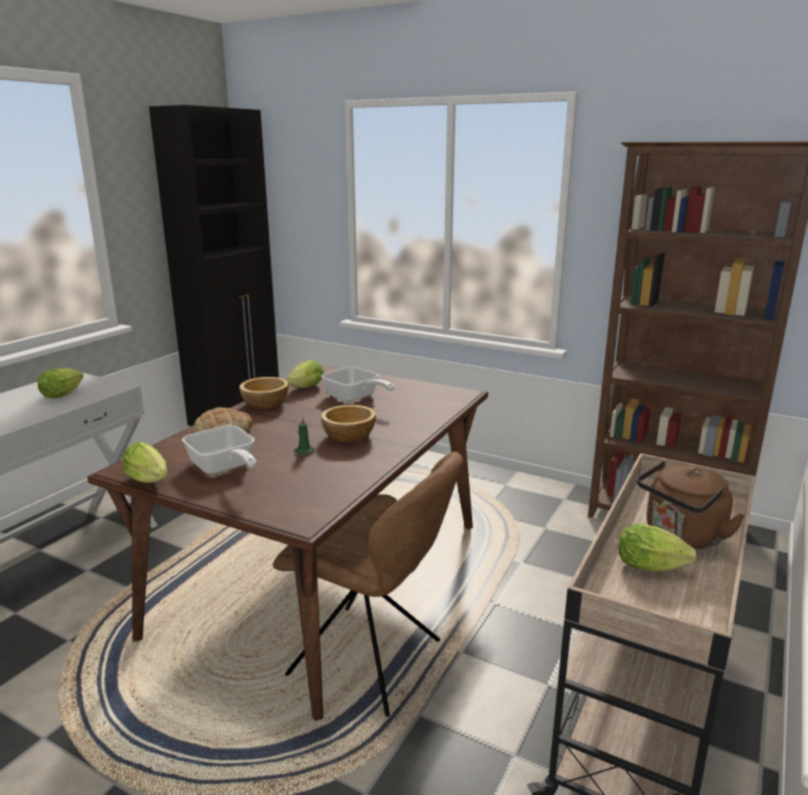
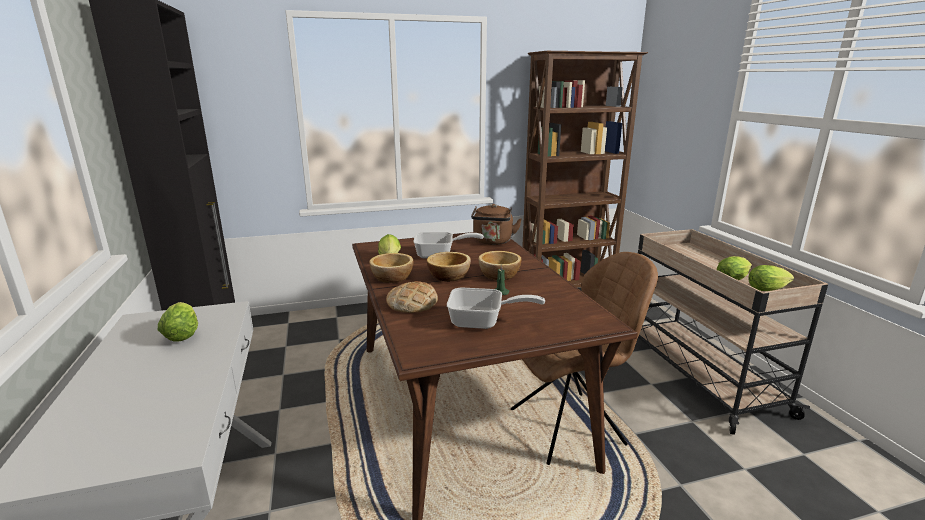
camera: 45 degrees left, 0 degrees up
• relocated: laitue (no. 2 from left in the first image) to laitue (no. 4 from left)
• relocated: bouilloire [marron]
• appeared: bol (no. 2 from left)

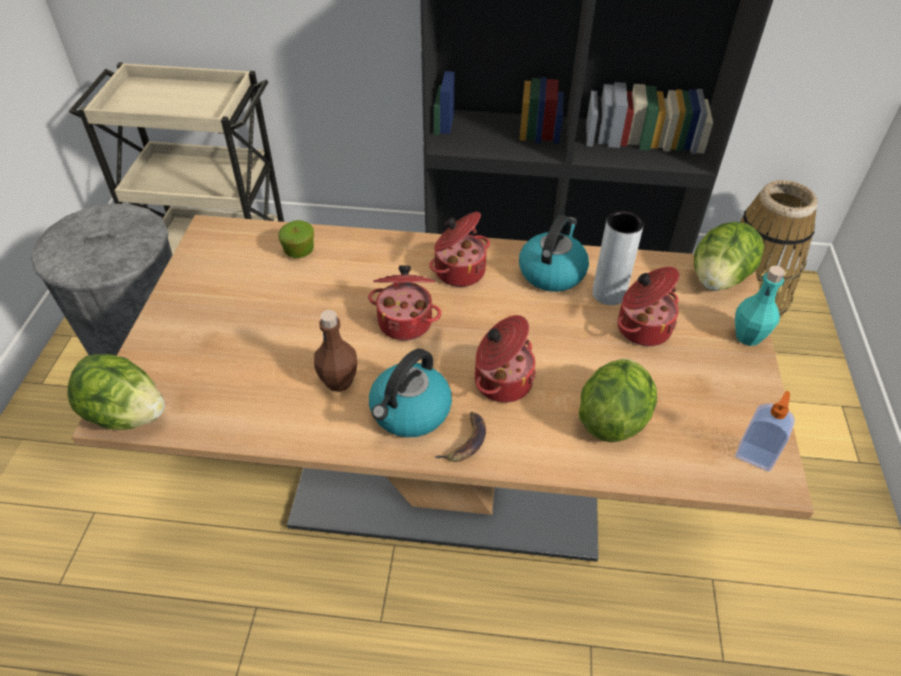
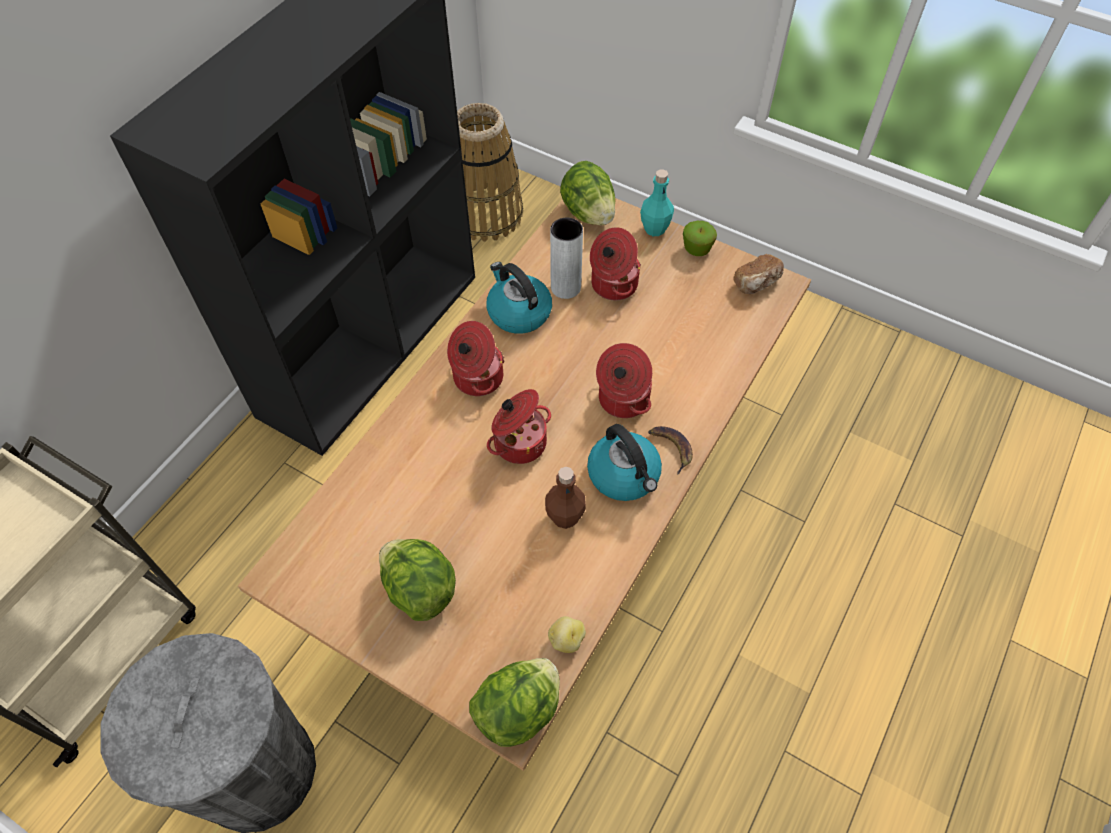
camera: 65 degrees left, 10 degrees up
• relocated: pomme
• relocated: laitue (no. 2 from left in the first image) to laitue (no. 1 from left)
• exchanged: distributeur de savon to pain
• appeared: pomme de terre

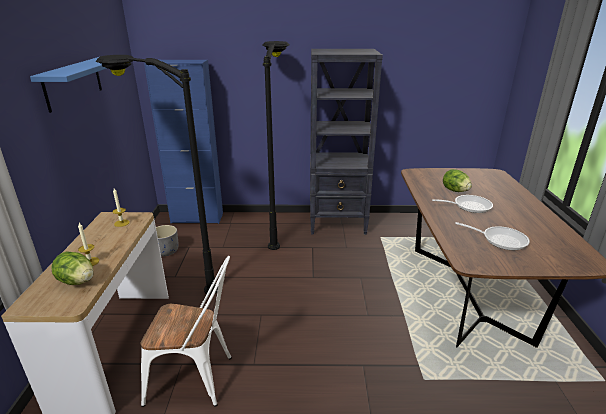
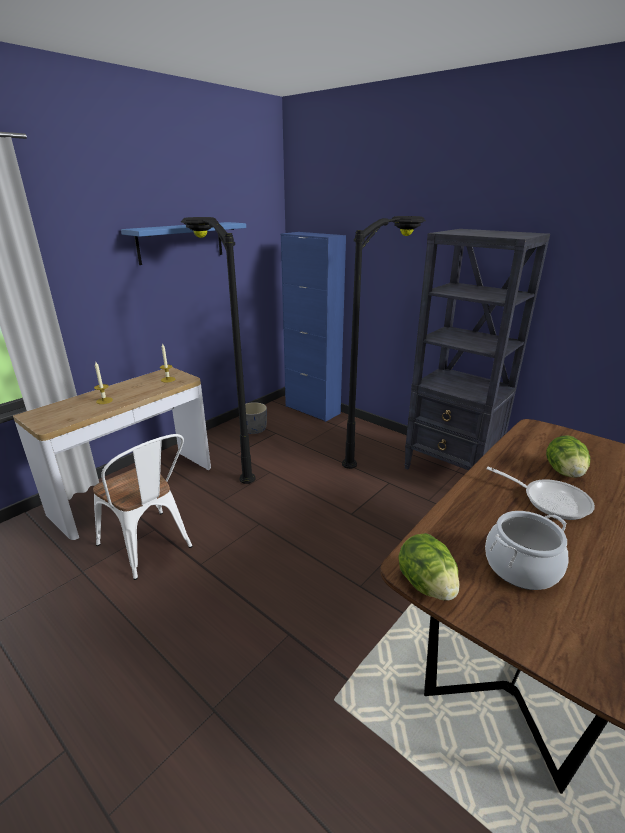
camera: 40 degrees right, 0 degrees up
• relocated: laitue (no. 1 from left)
• exchanged: poêle (no. 2 from left) to marmite

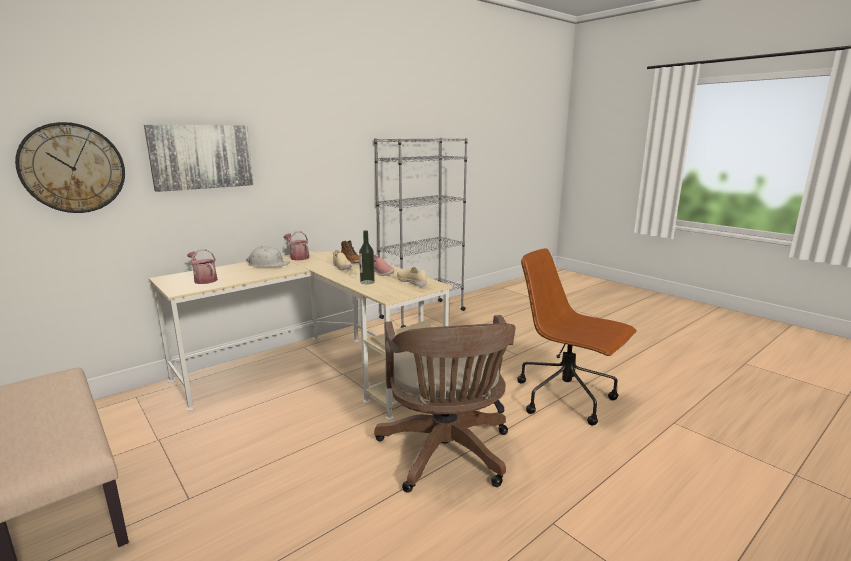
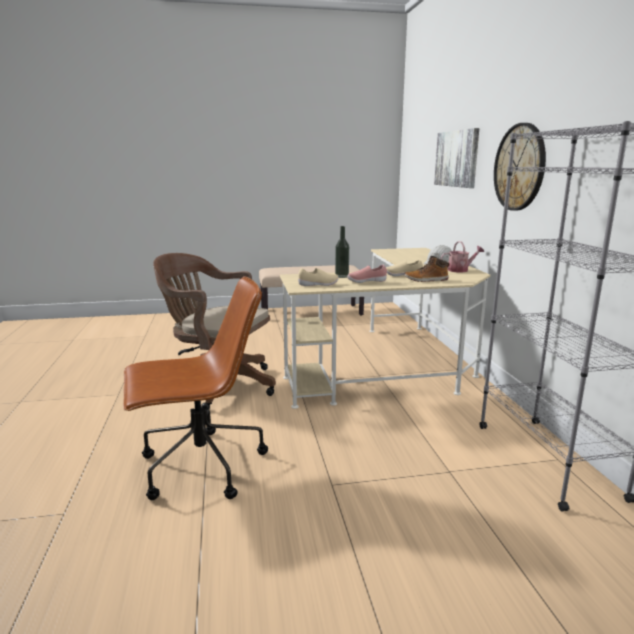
camera: 120 degrees right, 0 degrees up
• relocated: horloge murale
• missing: arrosoir (no. 1 from left)

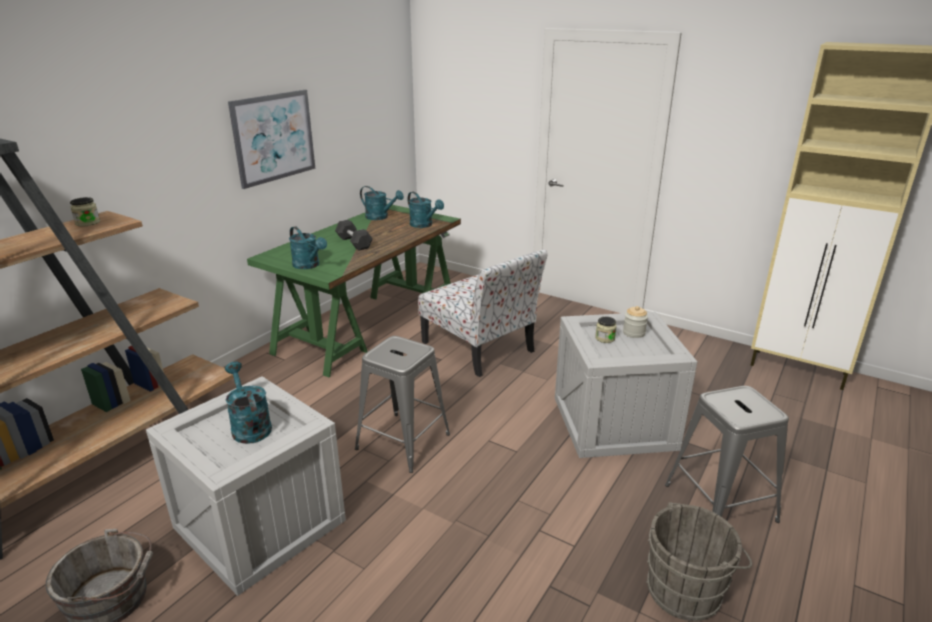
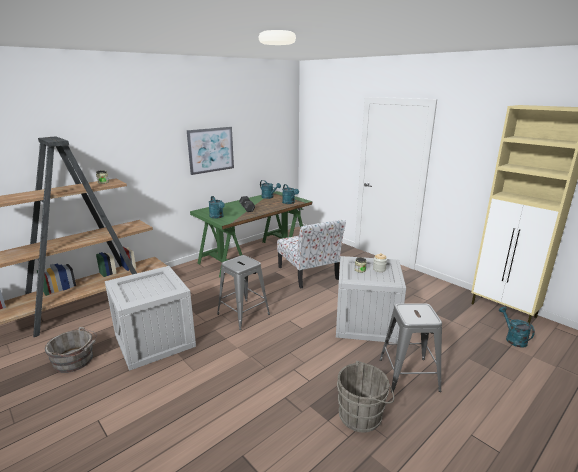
camera: 15 degrees right, 5 degrees down
• relocated: arrosoir [turquoise] (no. 1 from left in the first image) to arrosoir [turquoise] (no. 4 from left)

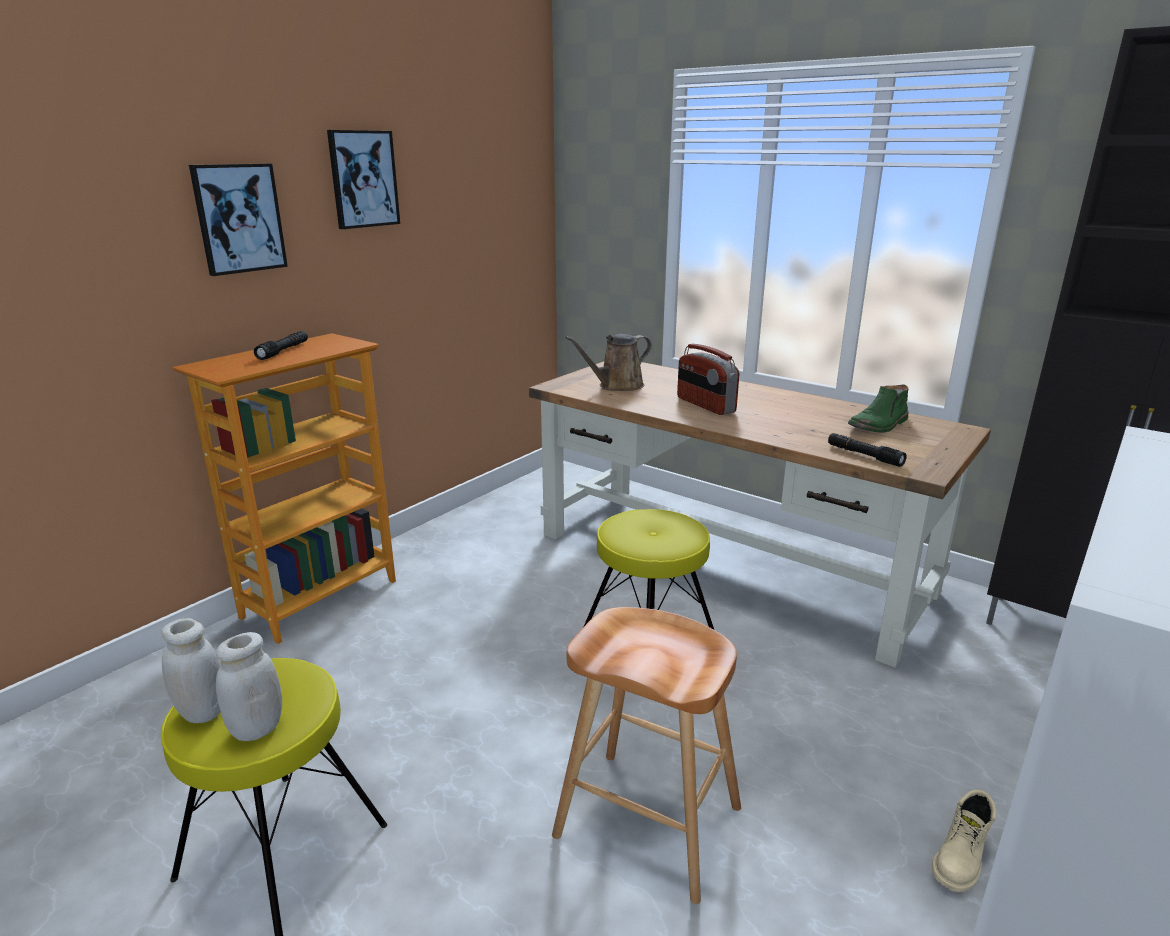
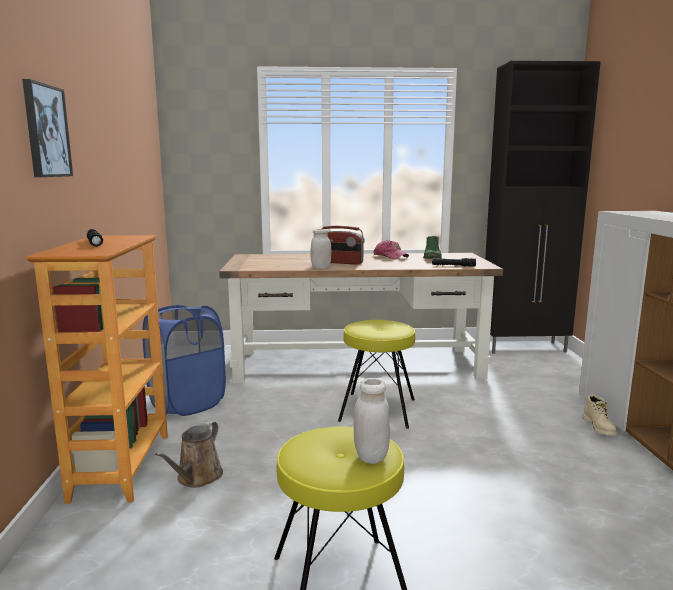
camera: 40 degrees left, 10 degrees down
• relocated: bocal [blanc] (no. 1 from left)
• missing: tableau (no. 2 from left)
• missing: tabouret [marron]
• relocated: arrosoir [marron]
• appeared: panier à linge [bleu]
• appeared: casquette

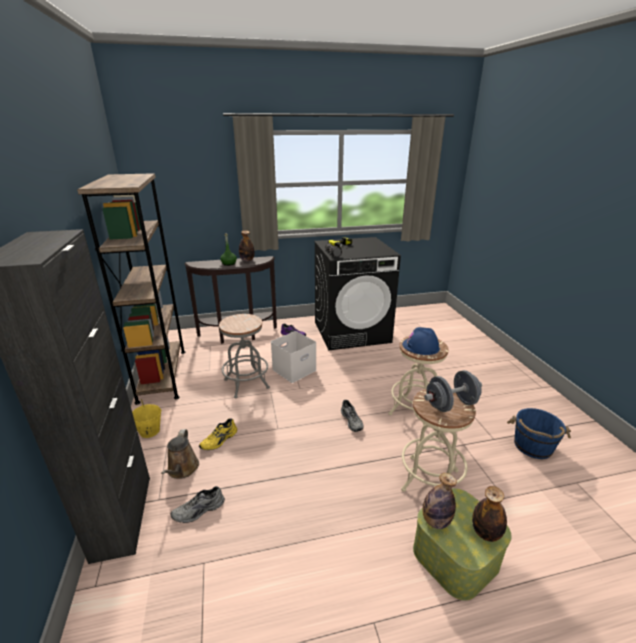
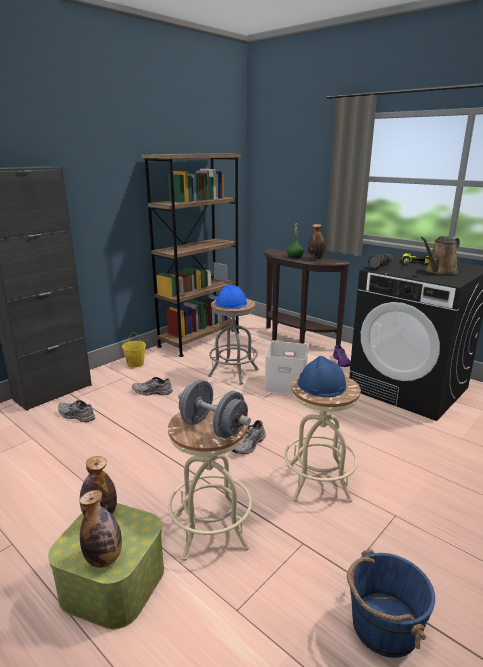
camera: 55 degrees right, 5 degrees down
• relocated: arrosoir [marron]
• colour: chaussure [jaune] to chaussure [gris] (no. 2 from left)
• appeared: casque de chantier [bleu] (no. 1 from left)

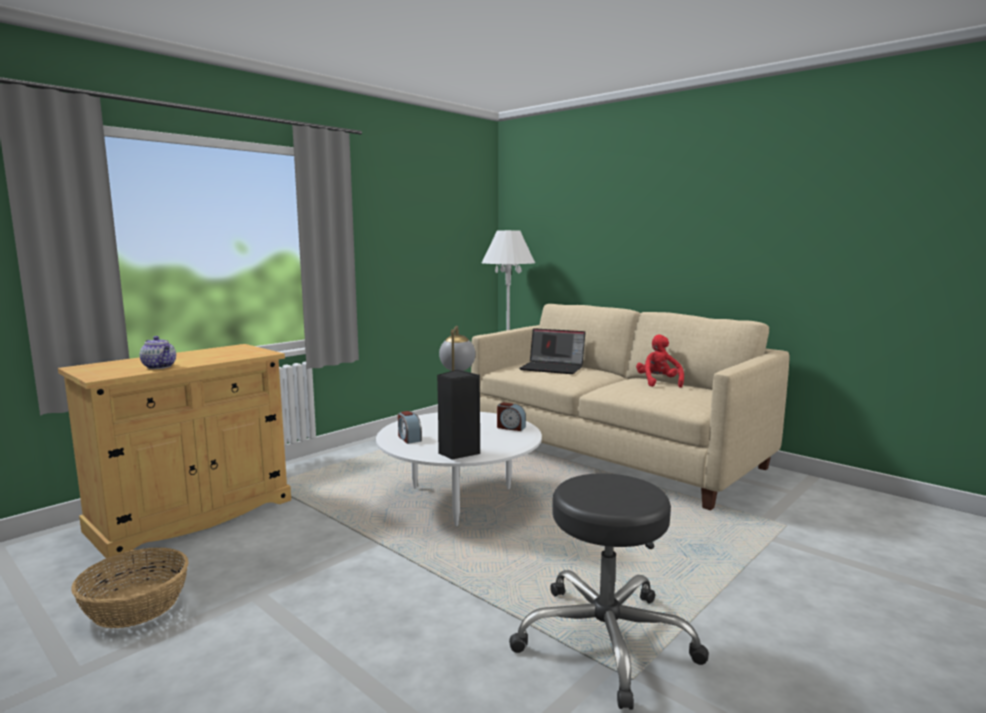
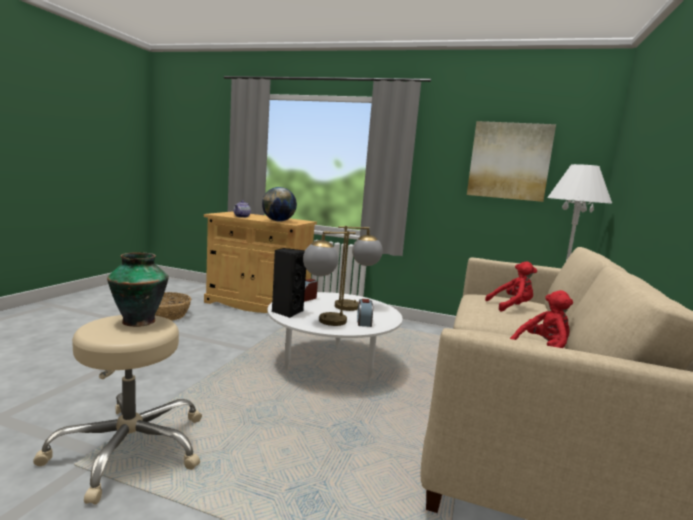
camera: 65 degrees right, 0 degrees up
• colour: tabouret [noir] to tabouret [beige]
• exchanged: ordinateur portable to peluche [rouge] (no. 1 from left)
• appeared: vase
• appeared: globe
• appeared: lampe de table (no. 1 from left)
• appeared: tableau

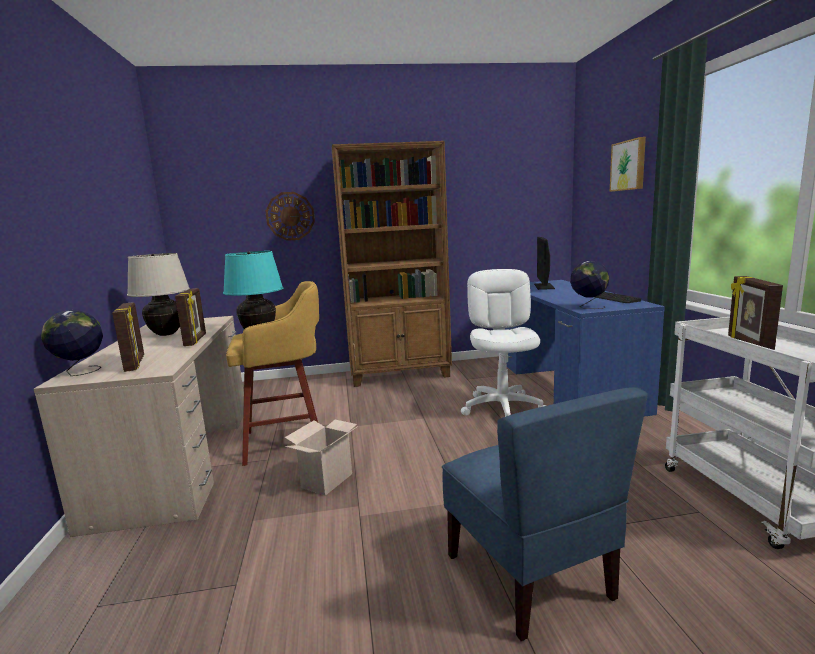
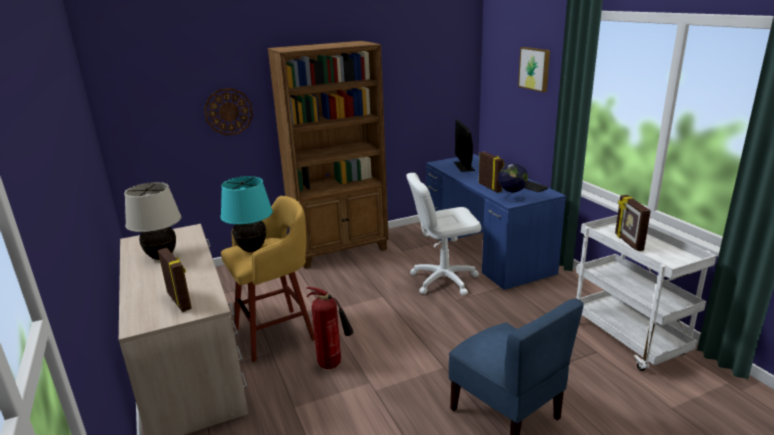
camera: 15 degrees left, 10 degrees up
• missing: globe (no. 1 from left)
• relocated: cadre photo (no. 2 from left)
• exchanged: carton to extincteur
• spun: chaise de bureau [blanc] 90 degrees counterclockwise

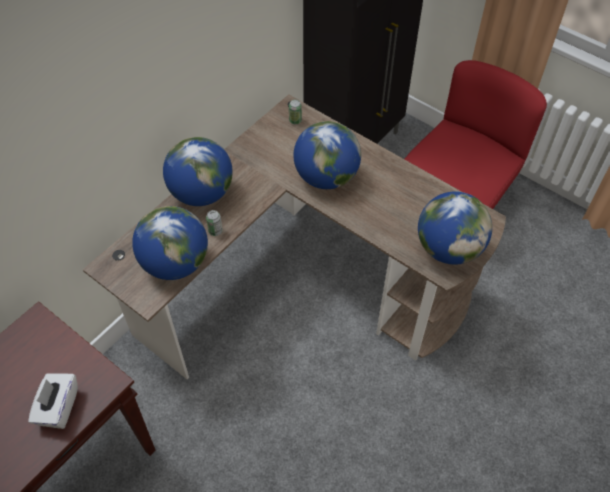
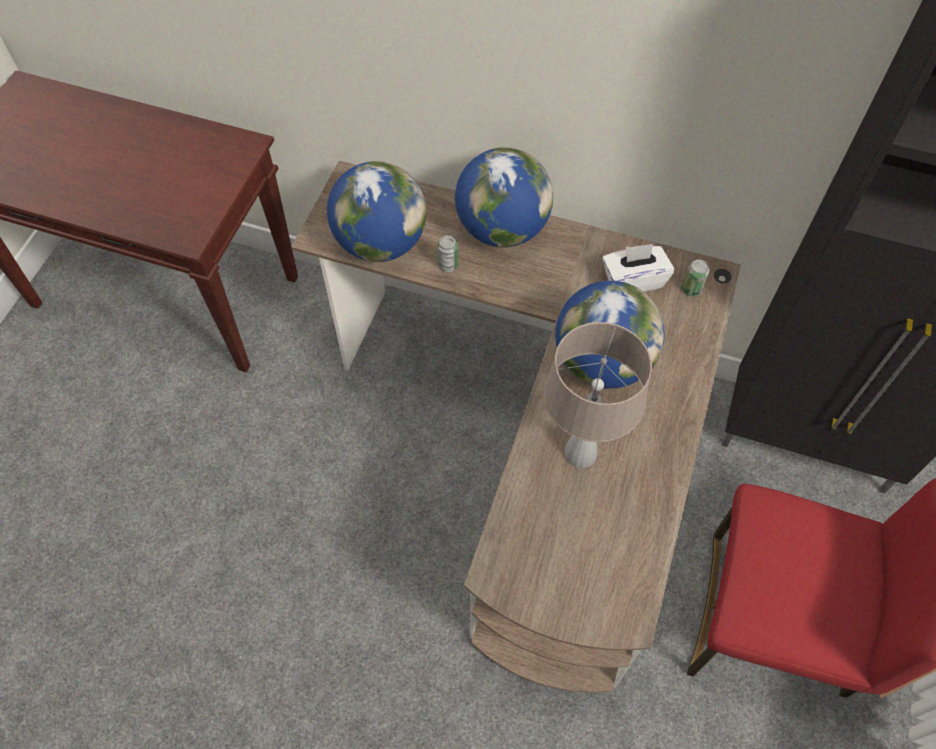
camera: 70 degrees right, 5 degrees up
• relocated: boîte à mouchoirs [blanc]
• missing: globe (no. 4 from left)
• appeared: lampe de table [beige]

